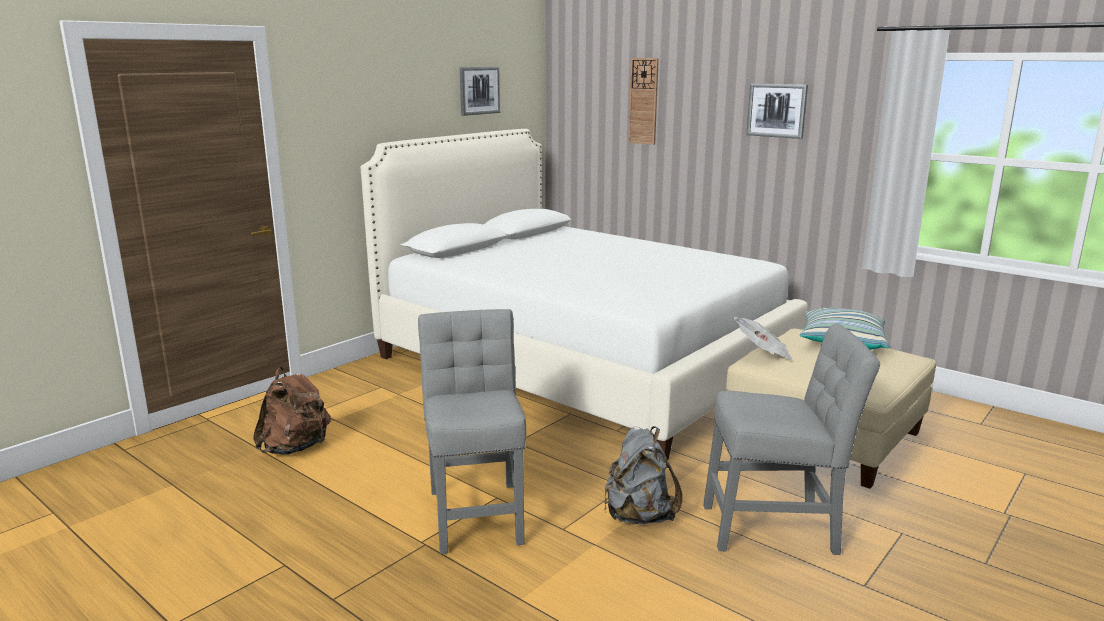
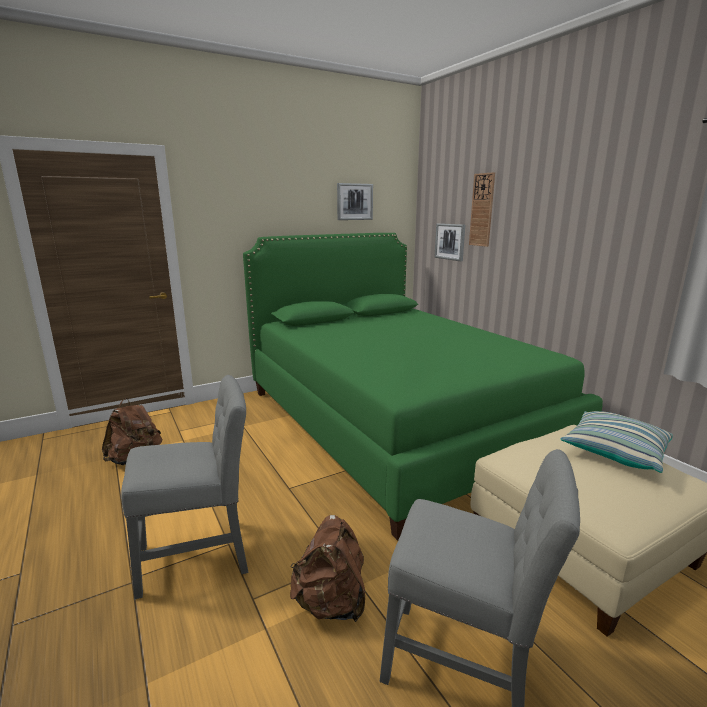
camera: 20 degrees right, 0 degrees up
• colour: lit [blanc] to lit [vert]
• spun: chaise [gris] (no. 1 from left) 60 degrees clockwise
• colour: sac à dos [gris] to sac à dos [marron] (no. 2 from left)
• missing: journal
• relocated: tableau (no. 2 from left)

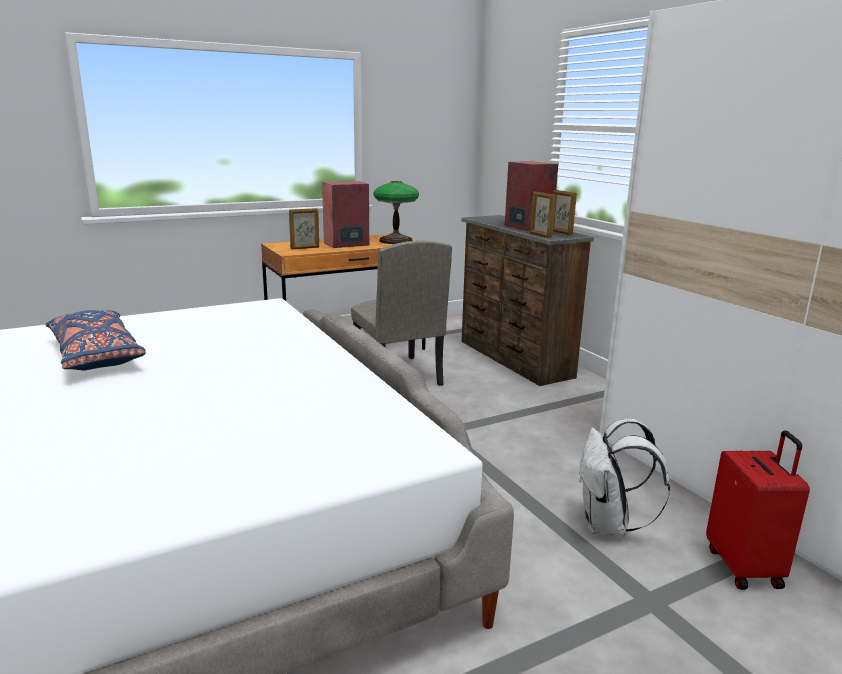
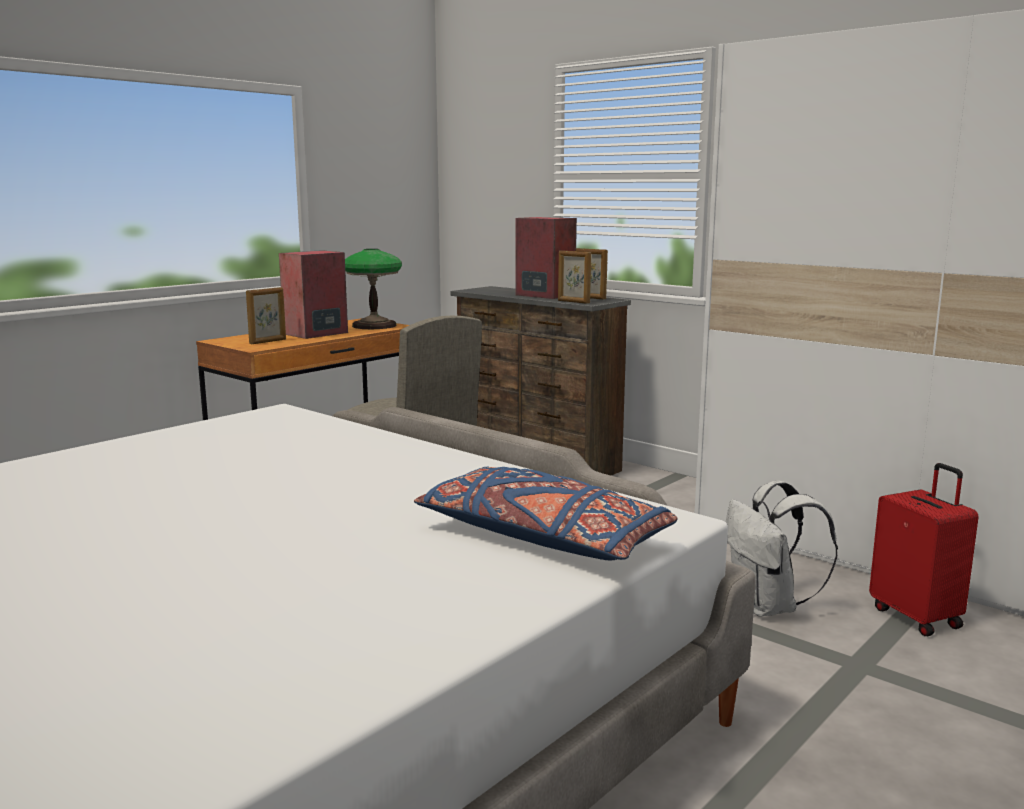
camera: 20 degrees left, 5 degrees down
• relocated: coussin [bleu]

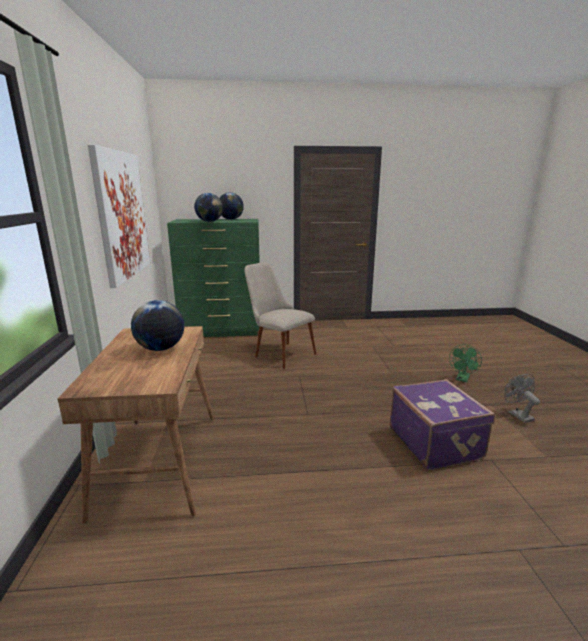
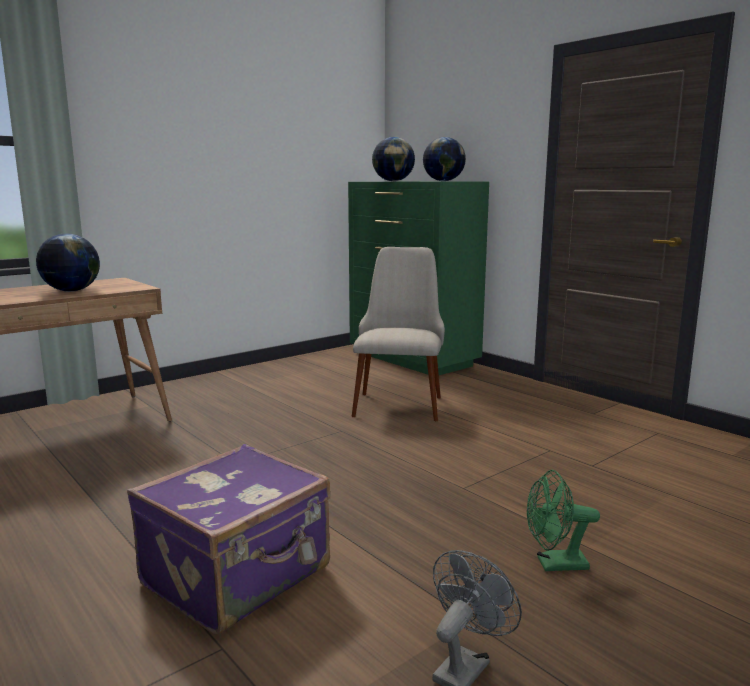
camera: 55 degrees right, 5 degrees down
• missing: tableau

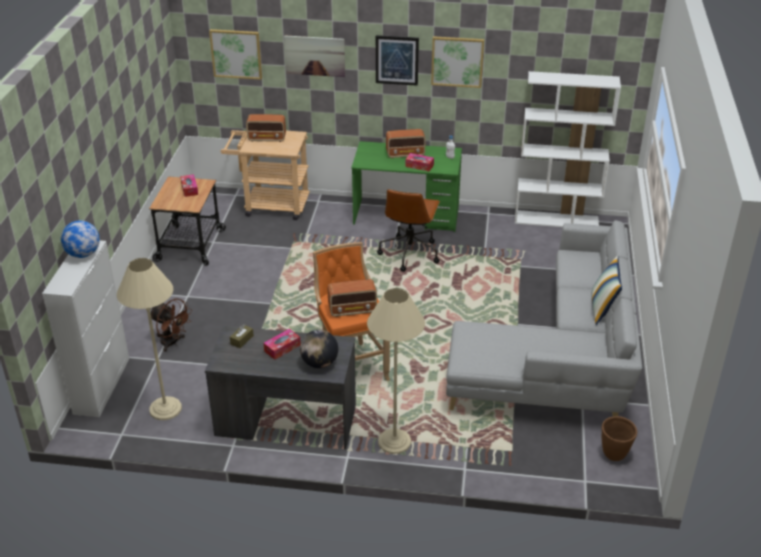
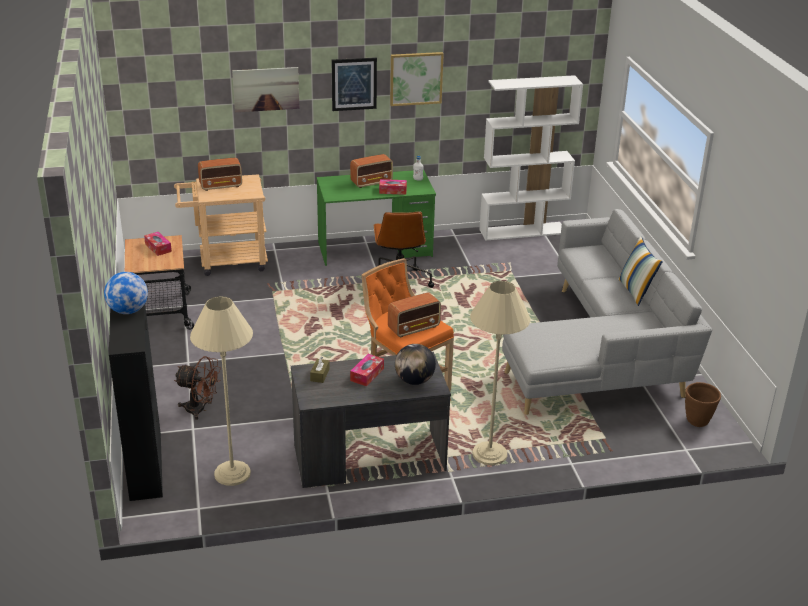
camera: 20 degrees left, 5 degrees down
• colour: meuble de rangement [blanc] to meuble de rangement [noir]
• missing: tableau (no. 1 from left)

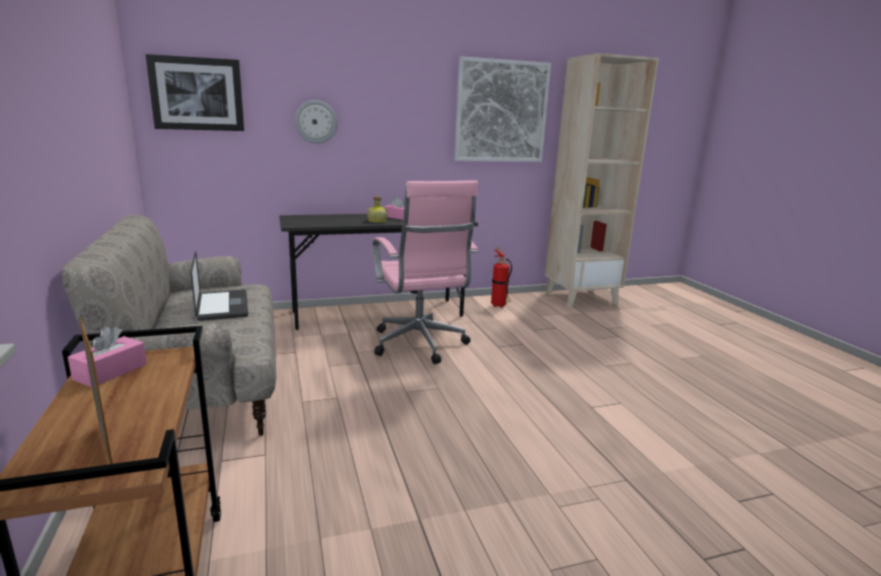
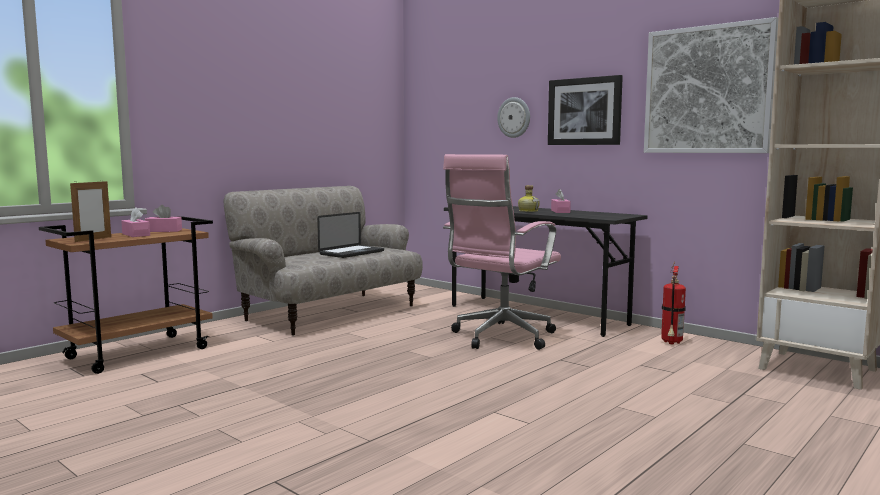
camera: 60 degrees right, 10 degrees down
• relocated: tableau (no. 1 from left)
• appeared: boîte à mouchoirs [rose] (no. 1 from left)

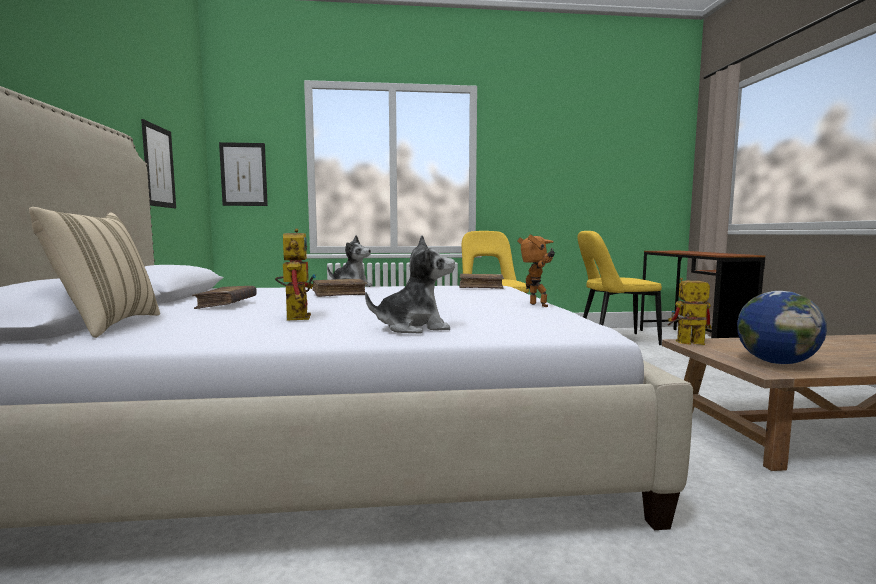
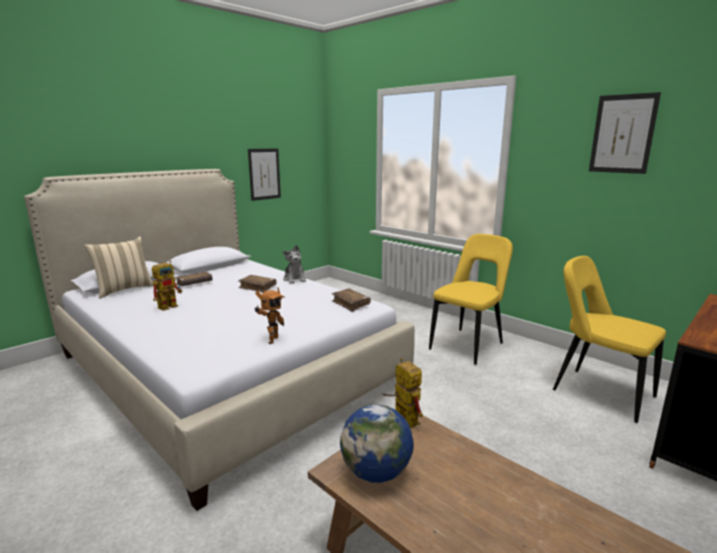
camera: 50 degrees right, 10 degrees up
• relocated: tableau (no. 2 from left)
• missing: peluche (no. 2 from left)

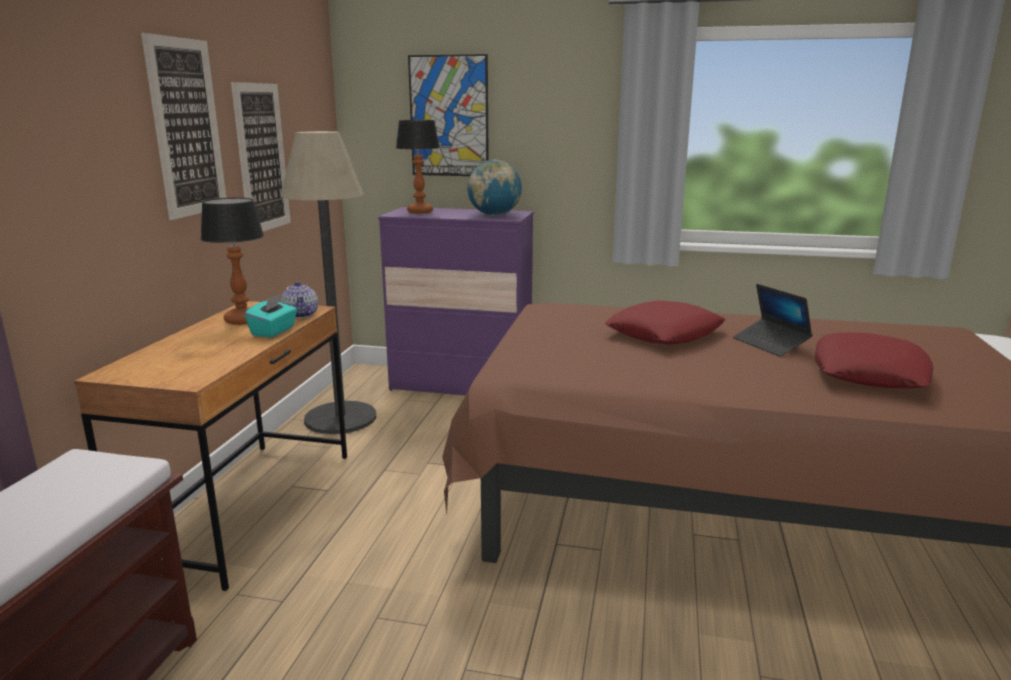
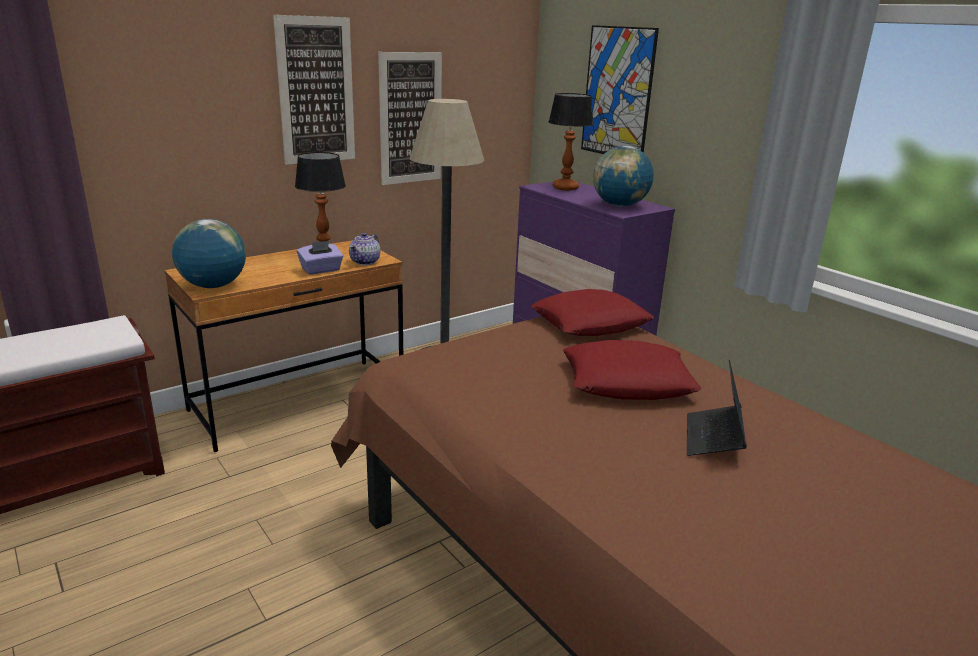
camera: 40 degrees right, 5 degrees up
• colour: boîte à mouchoirs [turquoise] to boîte à mouchoirs [violet]
• relocated: coussin [rouge] (no. 2 from left in the first image) to coussin [rouge] (no. 1 from left)
• appeared: globe (no. 1 from left)

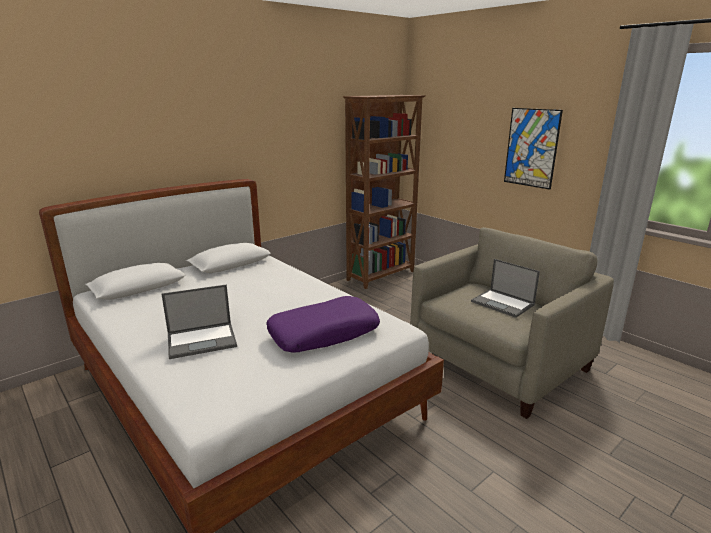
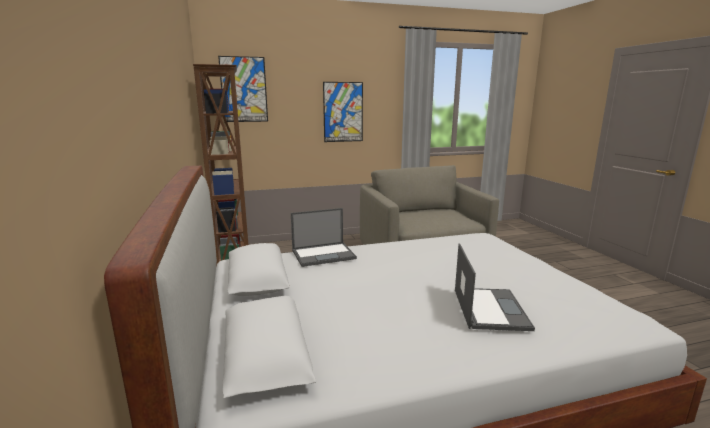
camera: 65 degrees left, 5 degrees down
• missing: coussin [violet]
• relocated: ordinateur portable (no. 2 from left in the first image) to ordinateur portable (no. 1 from left)
• appeared: tableau (no. 1 from left)

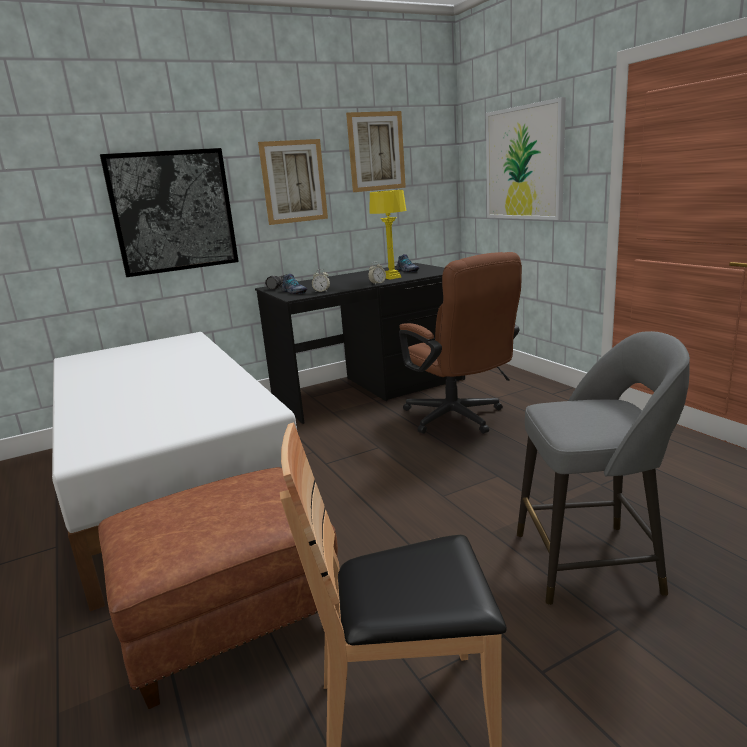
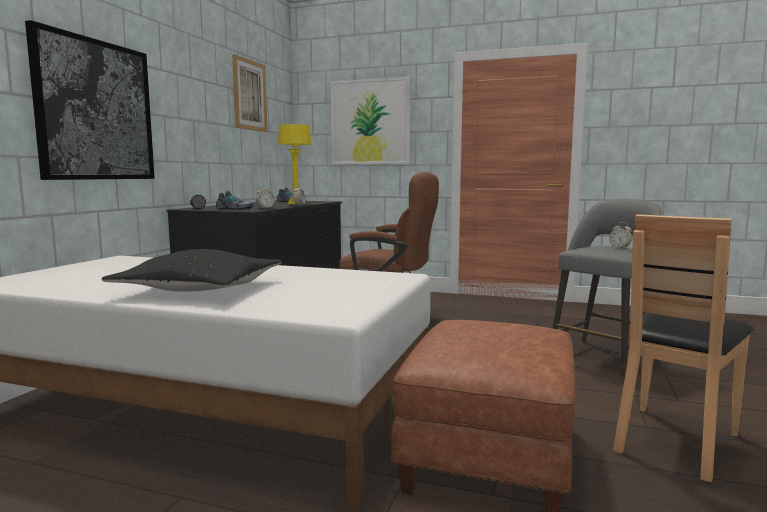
camera: 45 degrees left, 10 degrees down
• missing: tableau (no. 2 from left)
• appeared: coussin [noir]
• appeared: réveil (no. 3 from left)

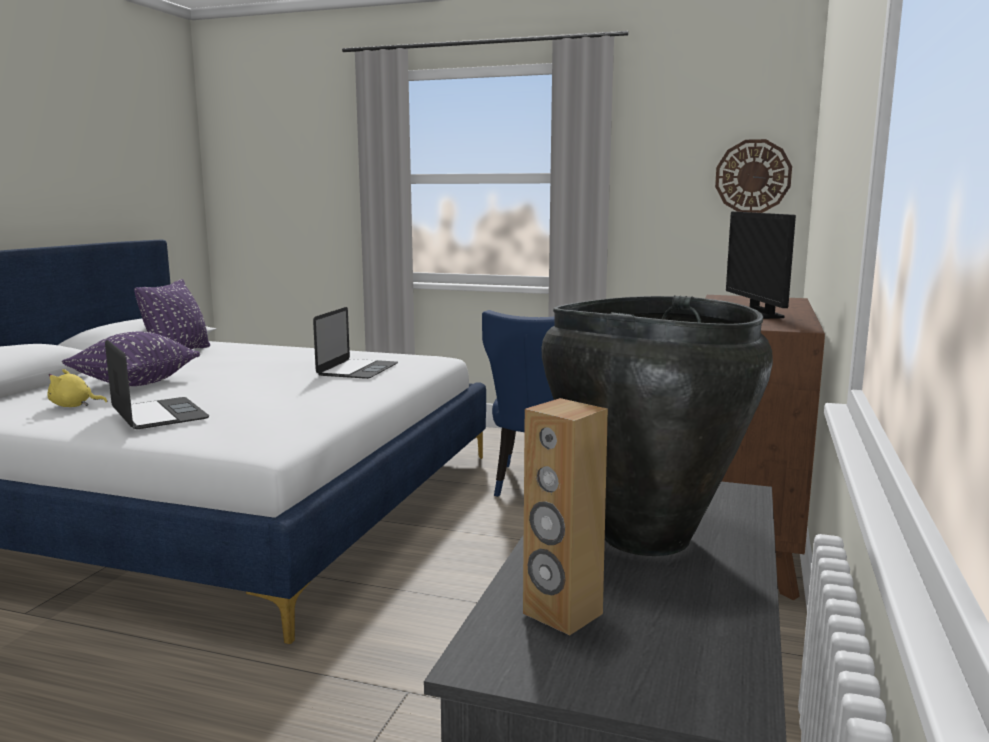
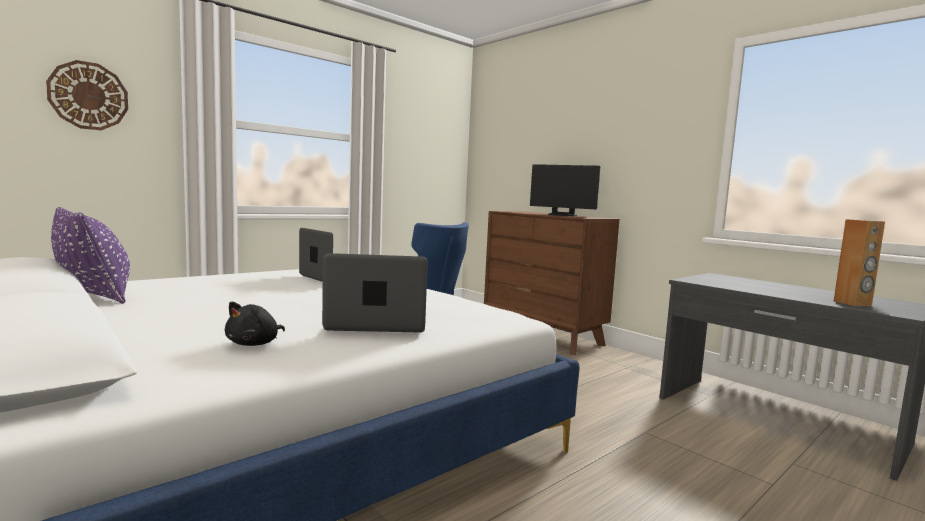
camera: 60 degrees left, 5 degrees down
• colour: peluche [jaune] to peluche [noir]
• missing: coussin [violet] (no. 1 from left)
• missing: vase [noir]
• relocated: horloge murale

